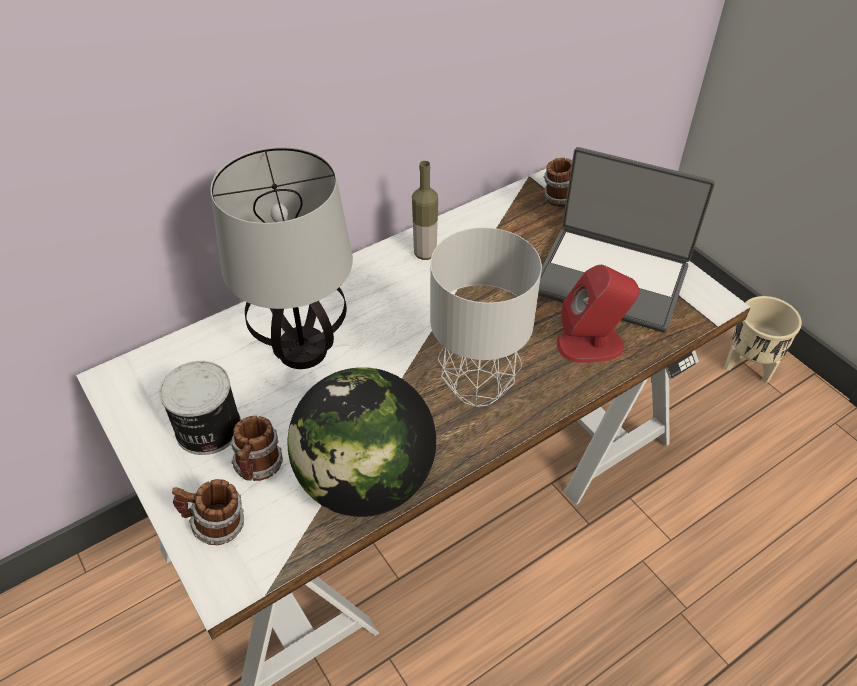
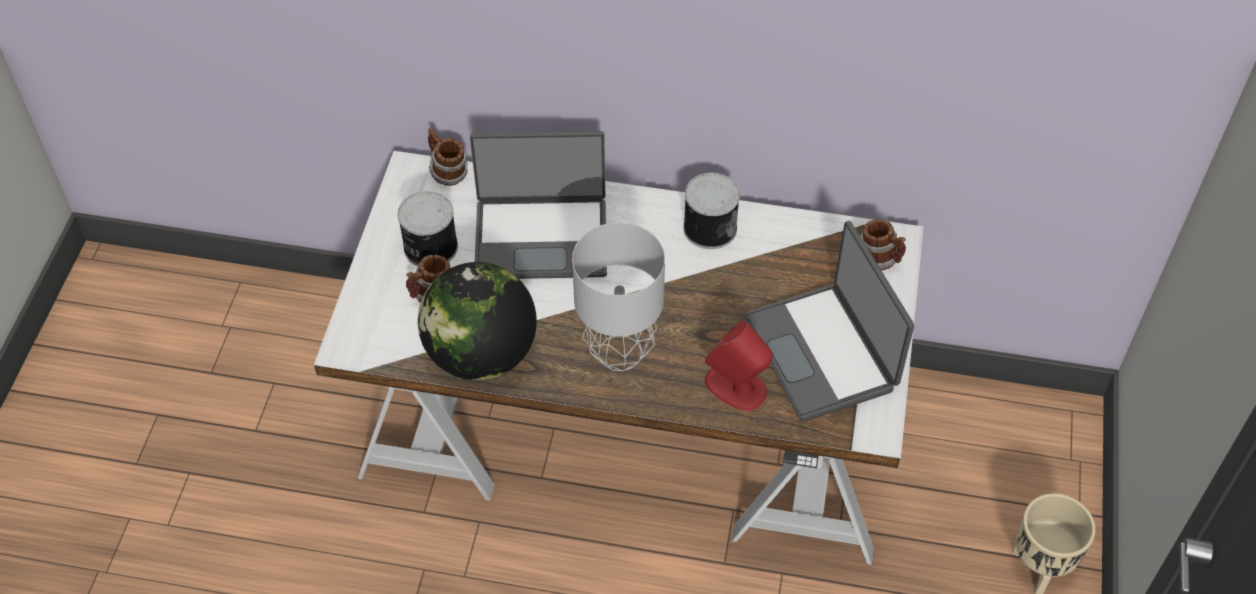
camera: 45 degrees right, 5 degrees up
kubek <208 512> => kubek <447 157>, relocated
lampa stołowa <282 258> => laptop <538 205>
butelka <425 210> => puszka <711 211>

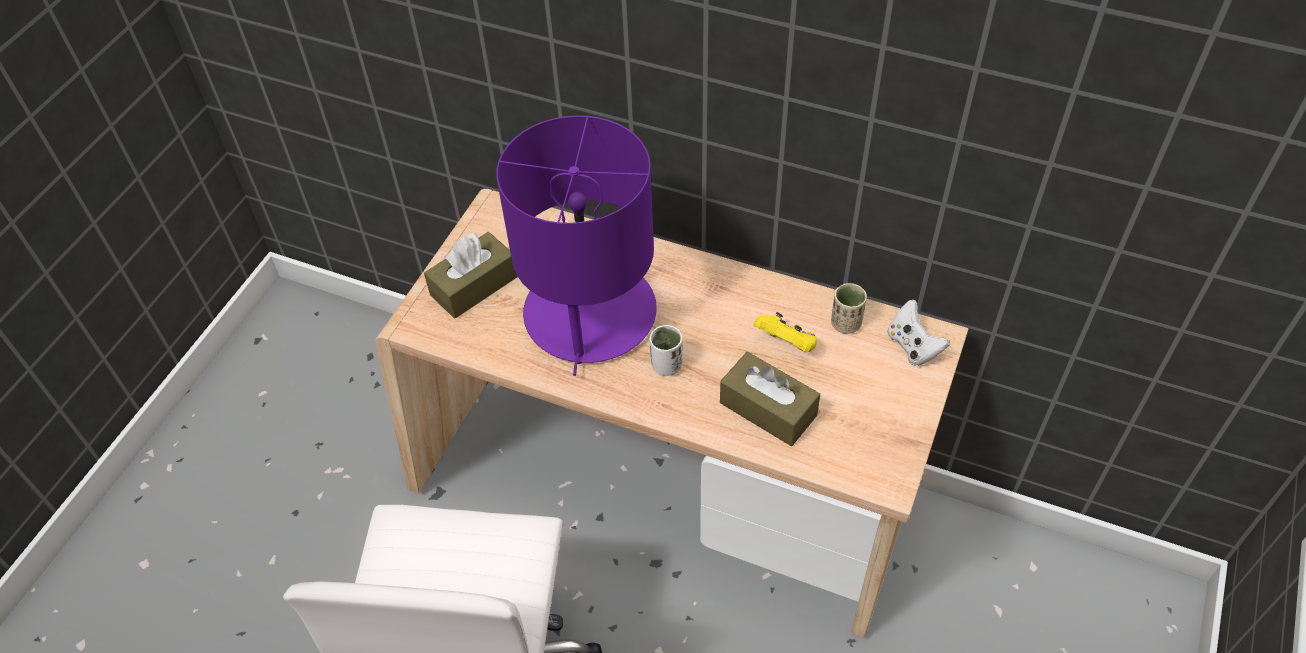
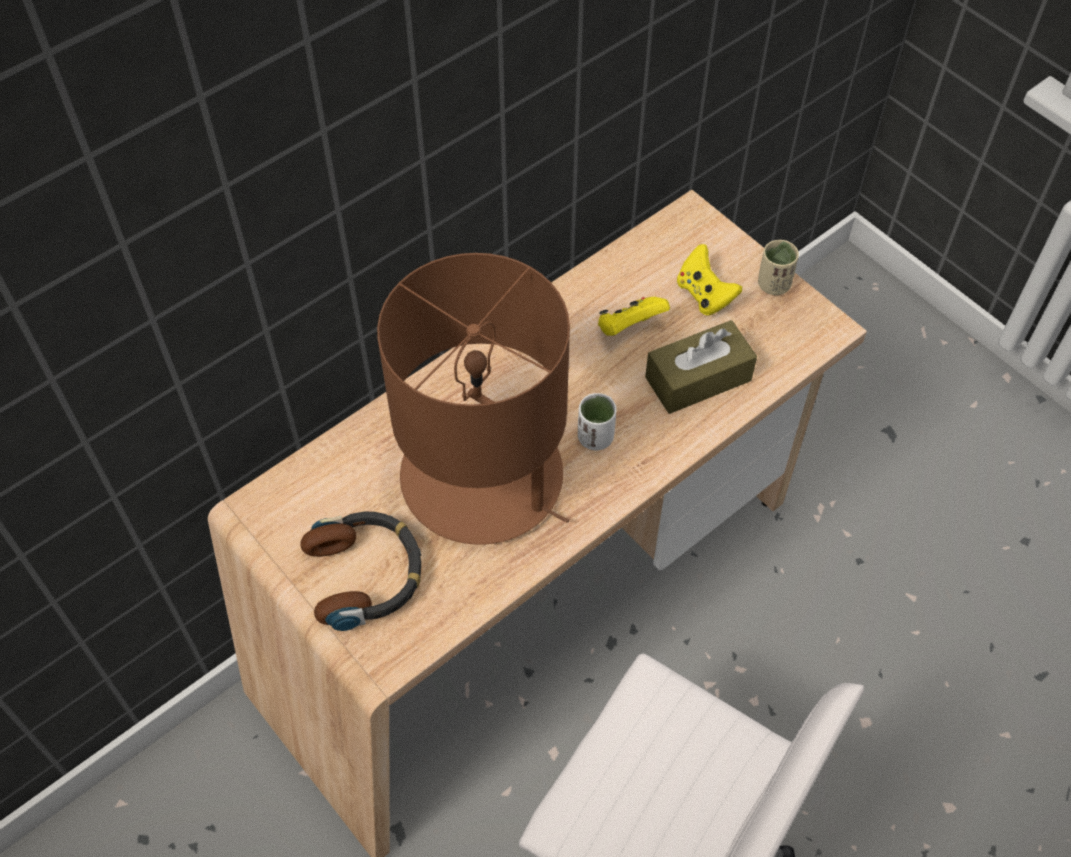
camera: 65 degrees left, 5 degrees up
pad do gier/biały <918 333> => nothing
nothing => pad do gier/żółty <709 280>
filiżanka/beżowy <849 308> => filiżanka/beżowy <778 267>, relocated
pudełko chusteczek/brązowy <471 275> => słuchawki <360 571>
lampa stołowa/fioletowy <576 245> => lampa stołowa/brązowy <473 399>

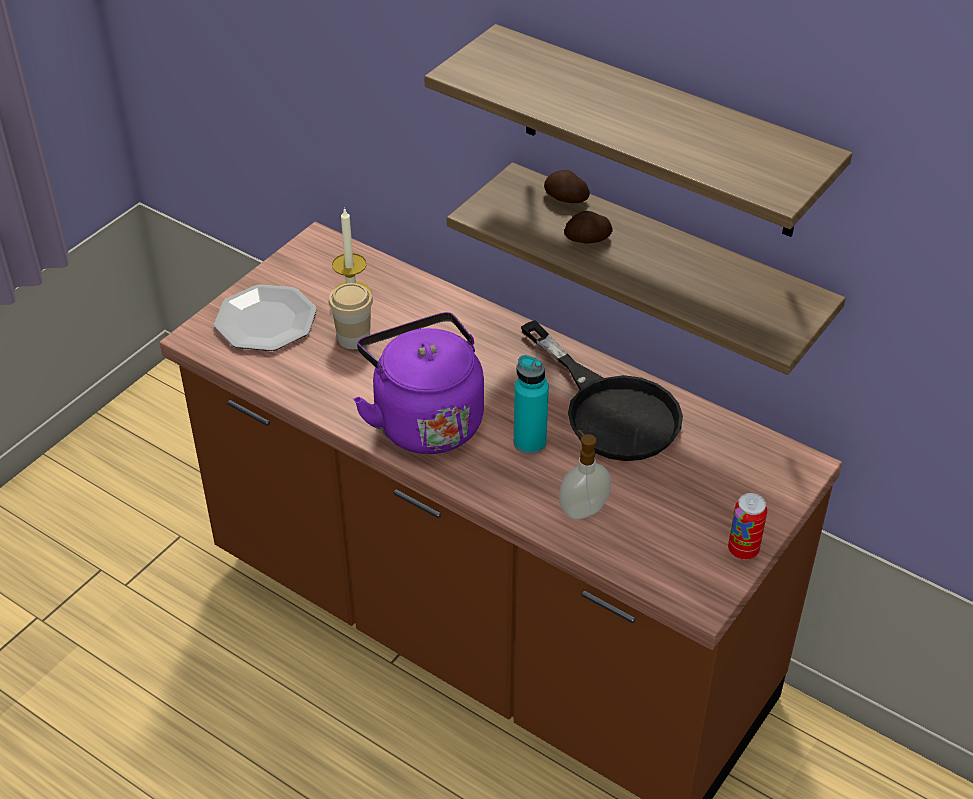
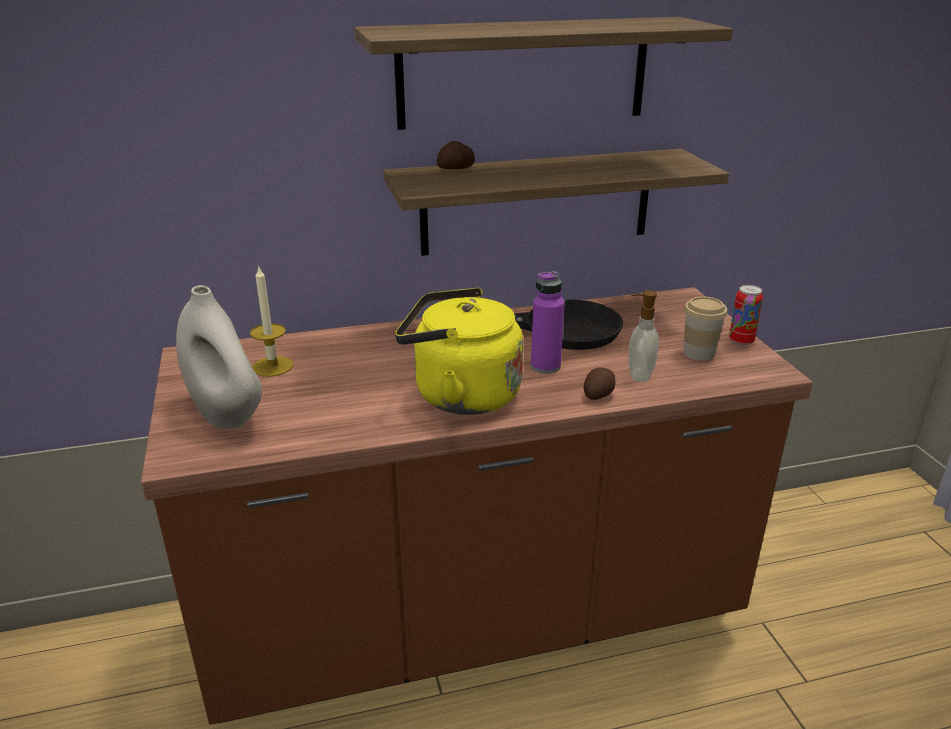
camera: 50 degrees left, 15 degrees down
filiżanka <351 316> => filiżanka <705 329>, relocated
ziemniak <588 227> => ziemniak <600 383>, relocated
talerz <265 317> => wazon/biały <219 357>
czajnik/fioletowy <418 383> => czajnik/żółty <459 351>
butelka/turkusowy <531 405> => butelka/fioletowy <548 322>

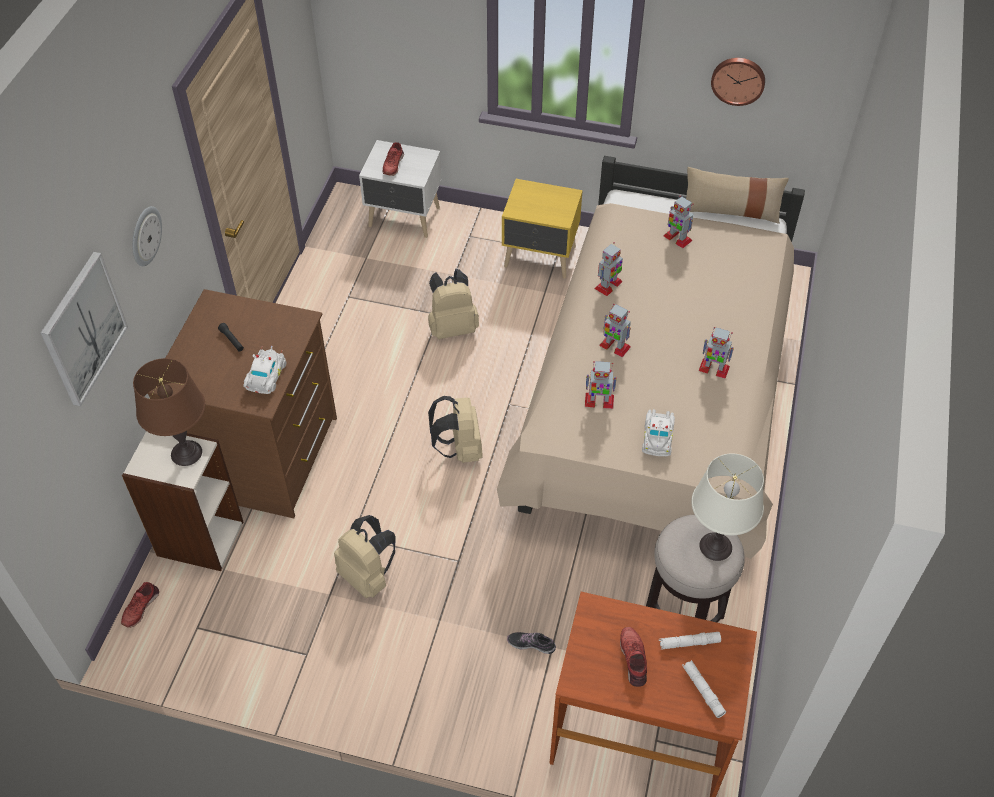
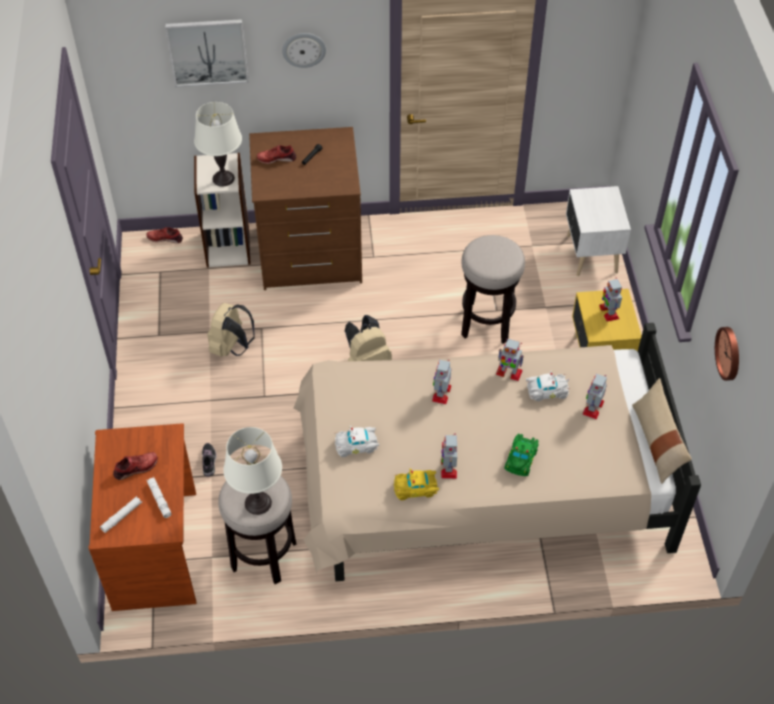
camera: 70 degrees right, 0 degrees up
nothing => samochodzik/żółty <416 484>
nothing => samochodzik/zielony <521 455>
samochodzik/biały <265 370> => samochodzik/biały <547 386>, relocated
but/czerwony <393 159> => but/czerwony <276 154>, relocated
robot zabawkowy <601 385> => robot zabawkowy <610 300>, relocated
plecak/beżowy <453 303> => stołek <493 289>
lampa stołowa/brązowy <169 412> => lampa stołowa/biały <218 144>

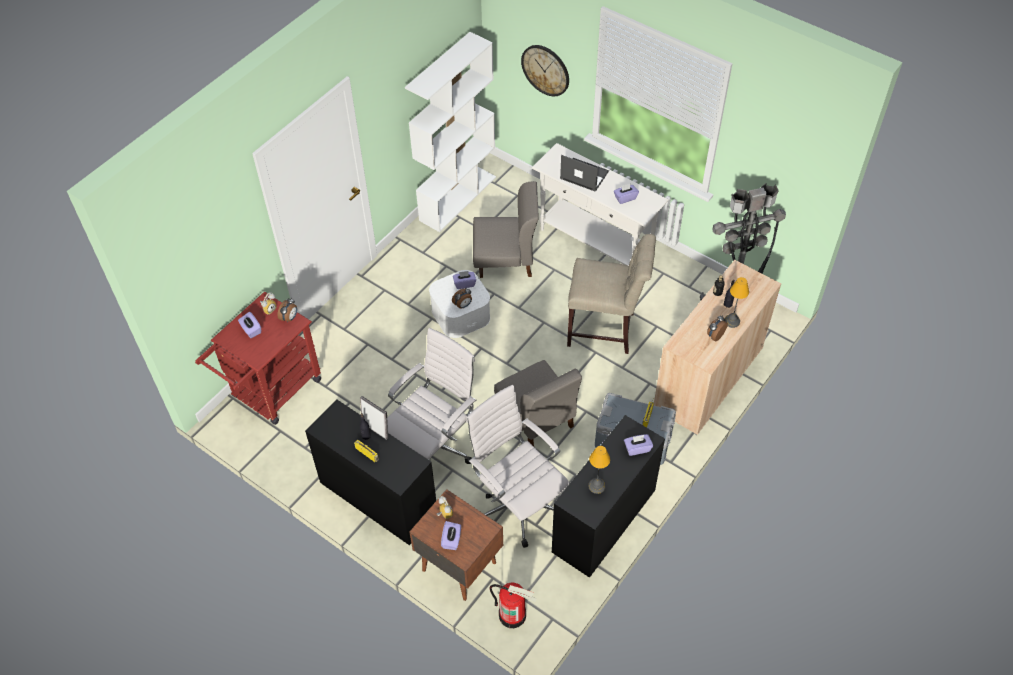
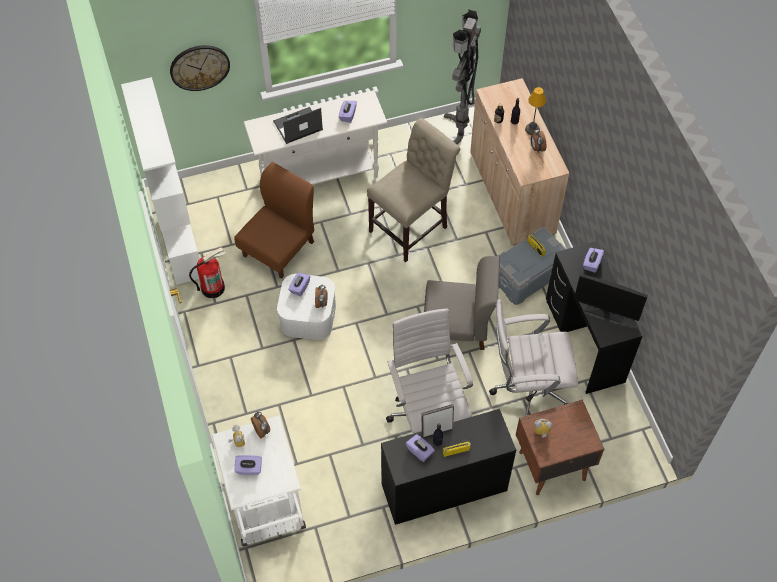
camera: 55 degrees left, 5 degrees up
pudełko chusteczek/fioletowy <451 535> => pudełko chusteczek/fioletowy <420 448>, relocated
gaśnica <513 605> => gaśnica <207 272>, relocated
lampa stołowa <599 470> => monitor <611 298>
wózek/czerwony <258 358> => wózek/biały <259 481>
krzesło/szary <506 229> => krzesło/brązowy <274 220>

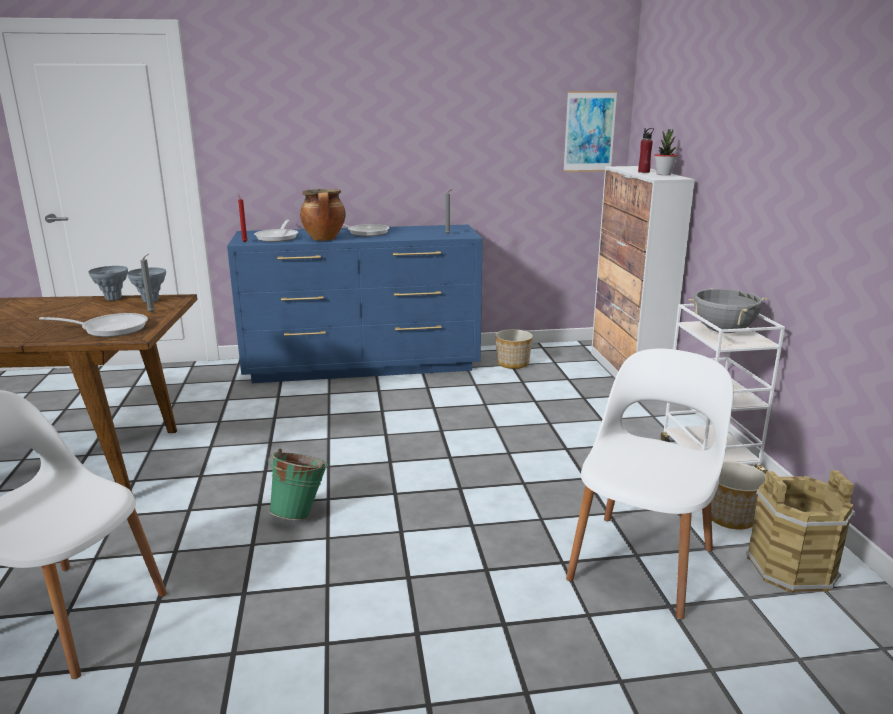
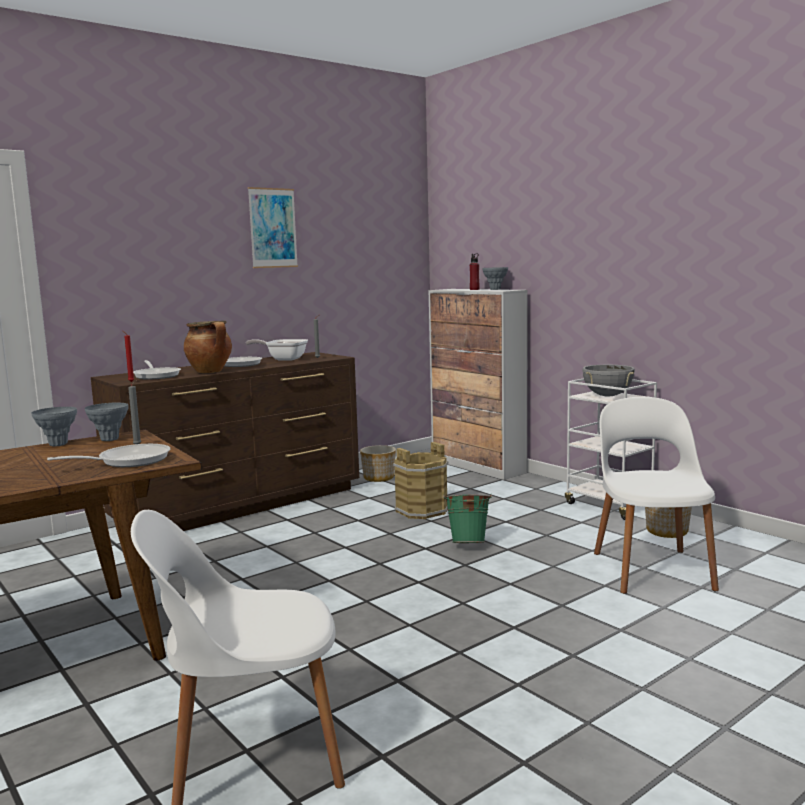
camera: 30 degrees left, 10 degrees down
nothing => patelnia <277 349>
wiadro/zielony <298 484> => wiadro/zielony <467 519>, relocated
obraz <590 131> => obraz <273 227>, relocated
wiadro/brązowy <801 531> => wiadro/brązowy <421 480>, relocated
roślina doniczkowa <666 152> => wazon/szary <495 278>
komoda/niebieski <355 304> => komoda/brązowy <225 441>

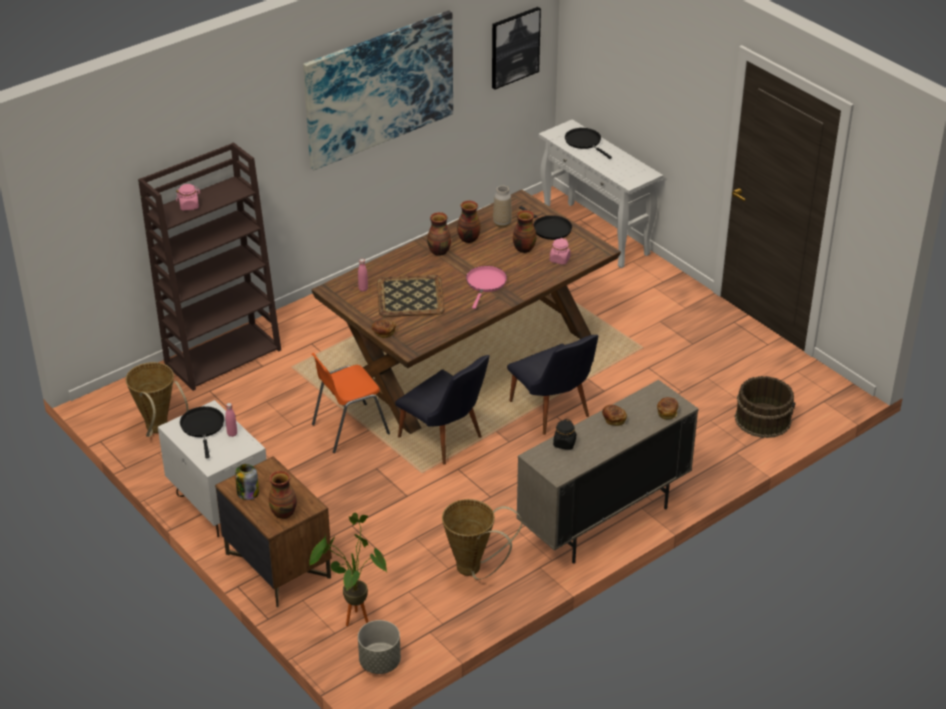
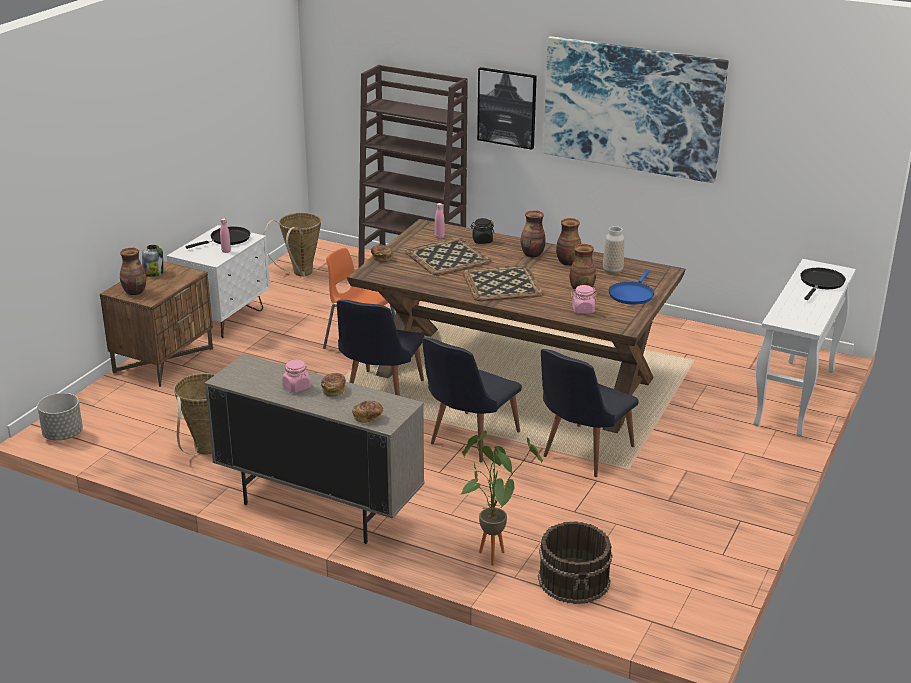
camera: 65 degrees right, 10 degrees down
nothing => krzesło/czarny <590 413>
słoik/różowy <188 197> => słoik/różowy <296 376>, relocated
roślina doniczkowa <348 569> => roślina doniczkowa <501 498>, relocated
obraz <516 48> => obraz <507 108>, relocated
słoik/czarny <564 434> => słoik/czarny <482 231>, relocated
patelnia/różowy <486 287> => taca <503 283>
patelnia/czarny <545 223> => patelnia/niebieski <631 287>

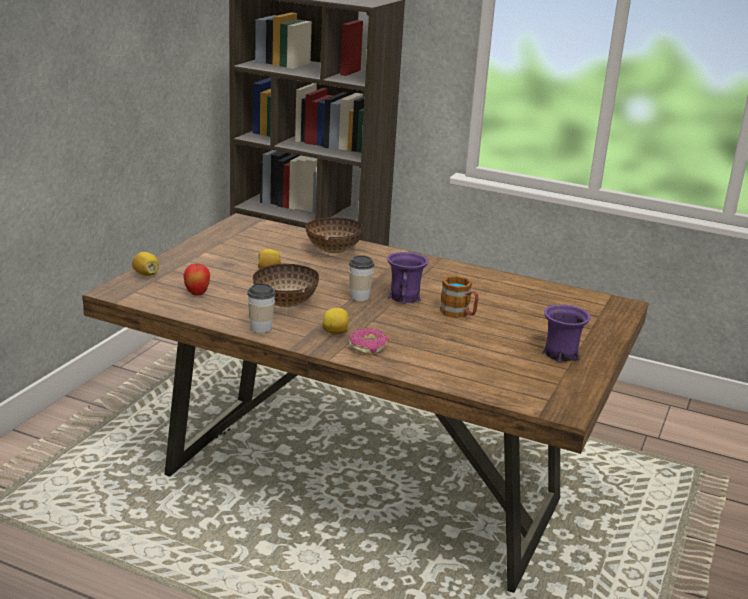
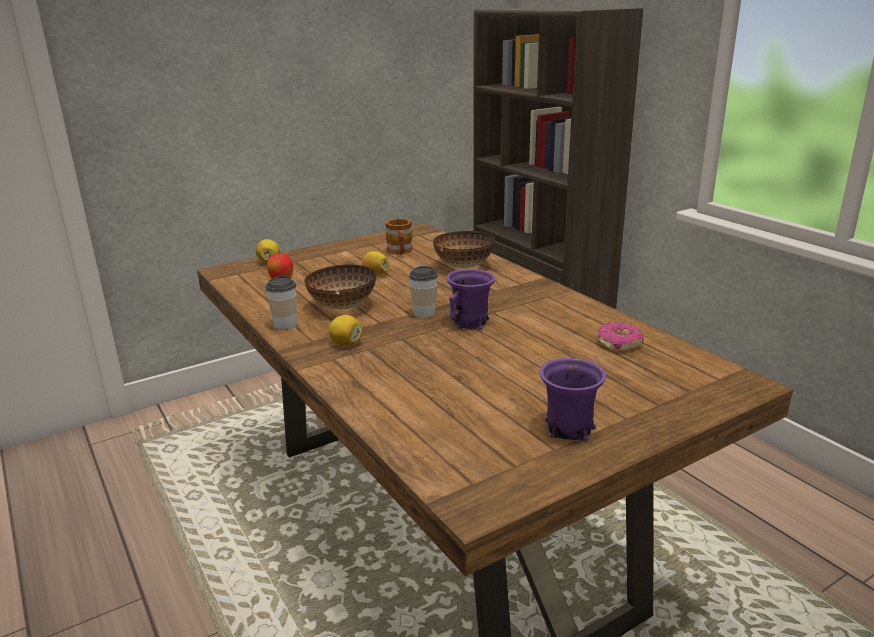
camera: 35 degrees right, 0 degrees up
donut <369 341> => donut <621 336>, relocated
kubek <459 297> => kubek <399 237>, relocated

